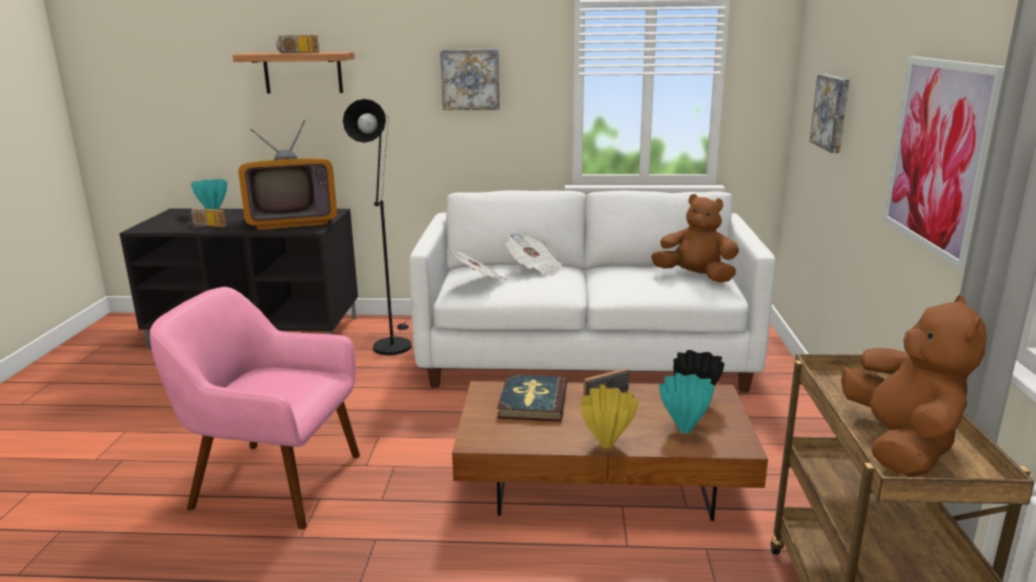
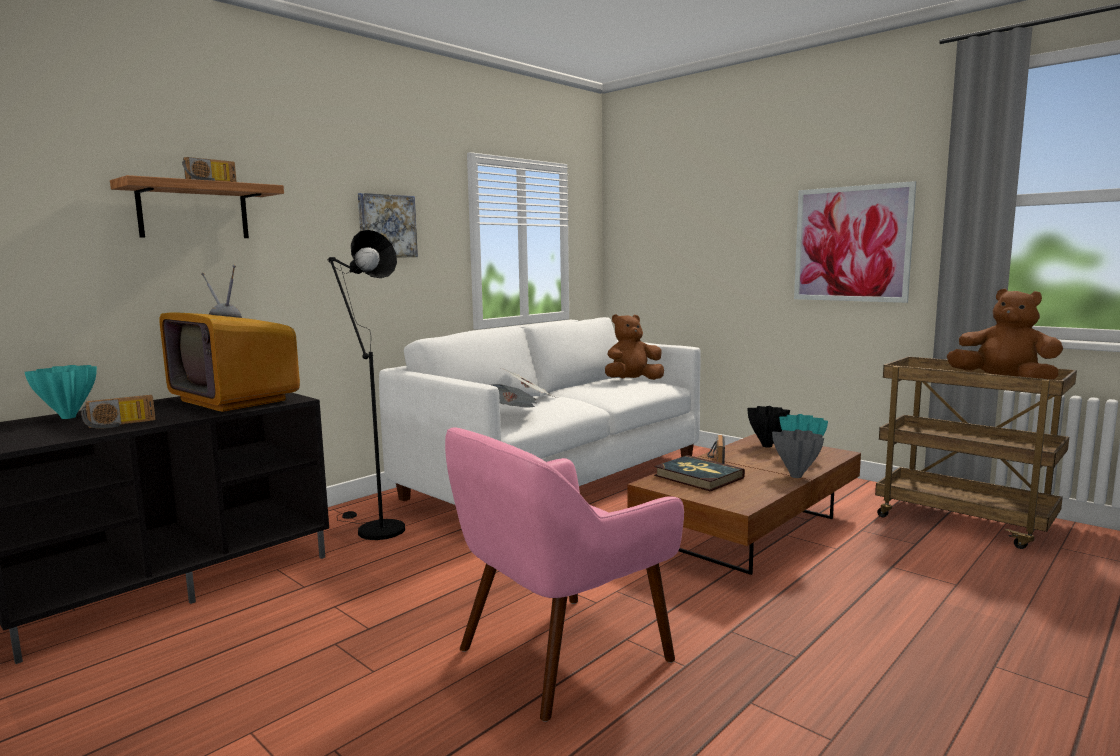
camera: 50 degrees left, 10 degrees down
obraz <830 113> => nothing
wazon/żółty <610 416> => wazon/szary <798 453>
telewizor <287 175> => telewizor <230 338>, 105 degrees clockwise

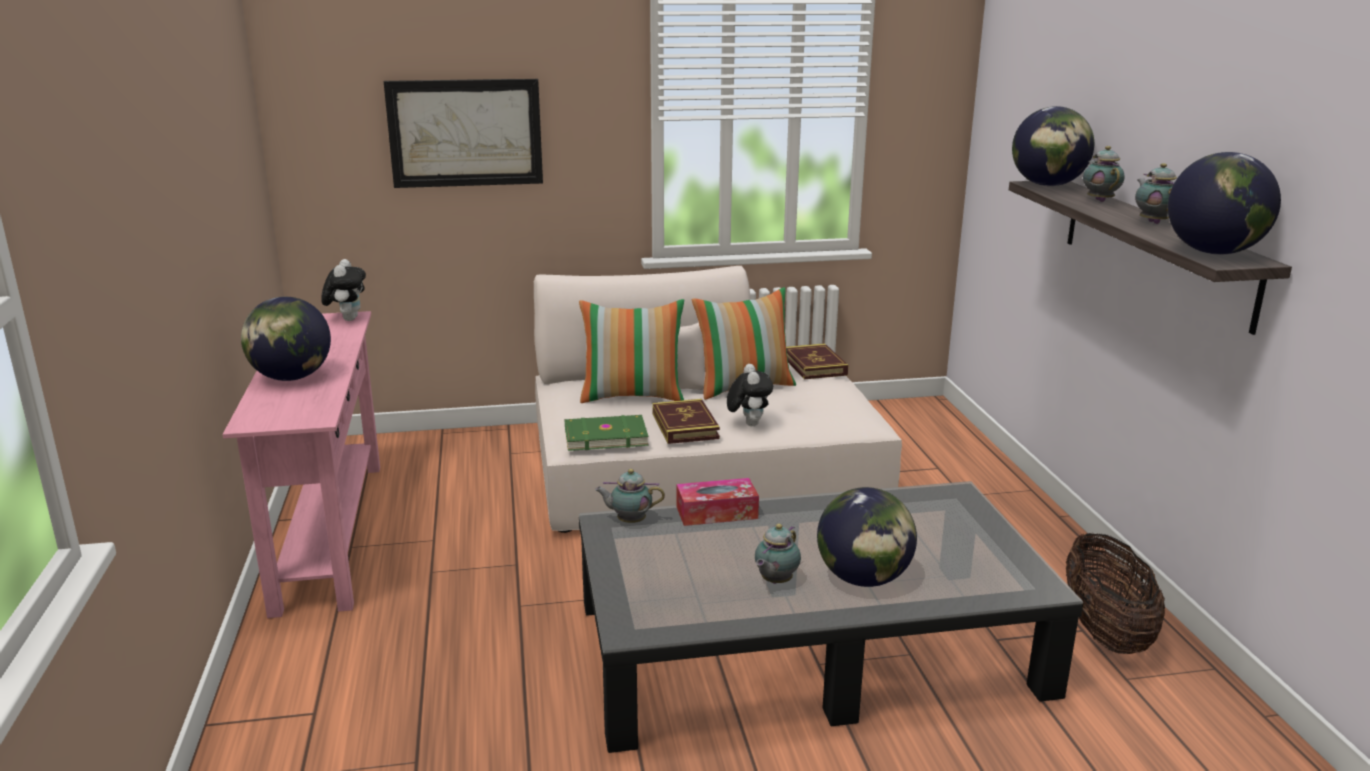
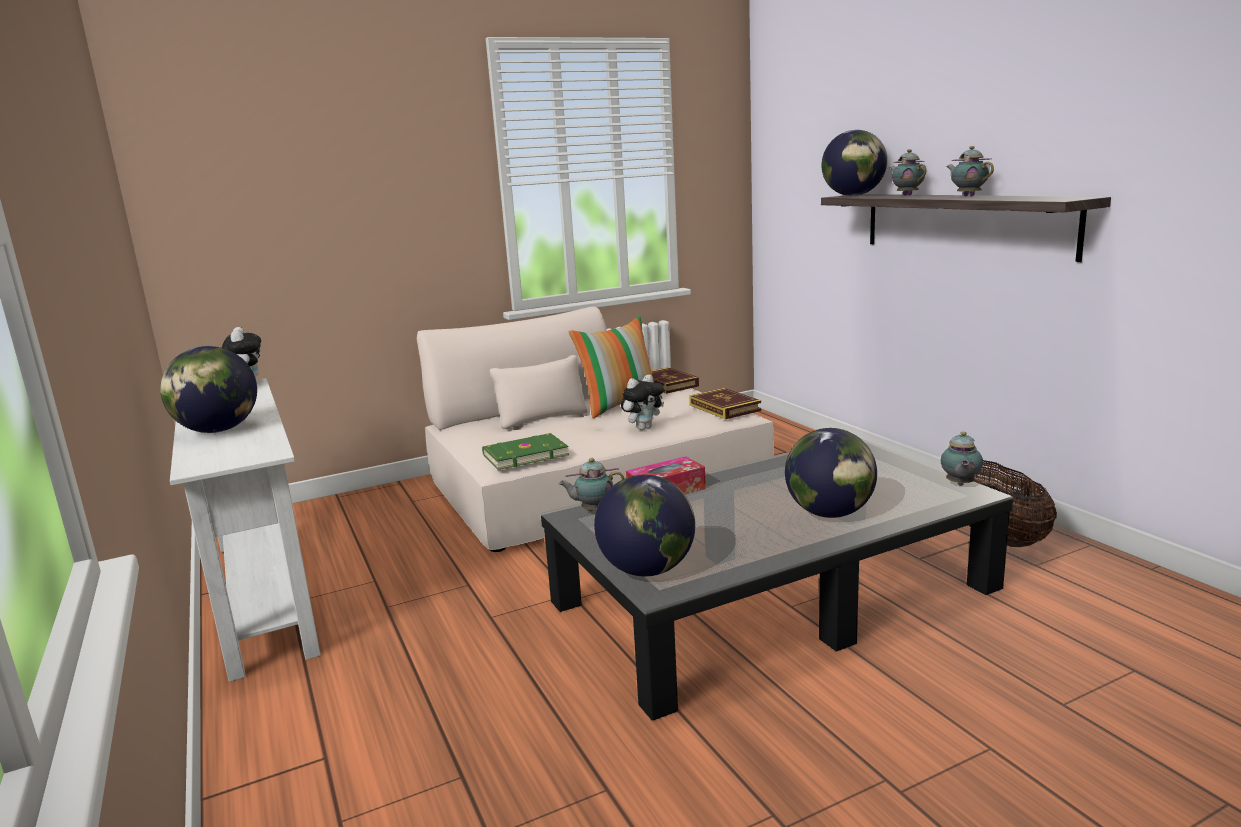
camera: 15 degrees left, 5 degrees down
obraz <463 133> => nothing
poduszka <631 351> => nothing
książka <686 421> => książka <725 403>, relocated
imbryk <778 554> => imbryk <962 458>, relocated
globus <1224 203> => globus <644 525>, relocated
stolik konsolowy/różowy <301 464> => stolik konsolowy/biały <245 530>
pluszak <750 395> => pluszak <642 402>, 75 degrees clockwise

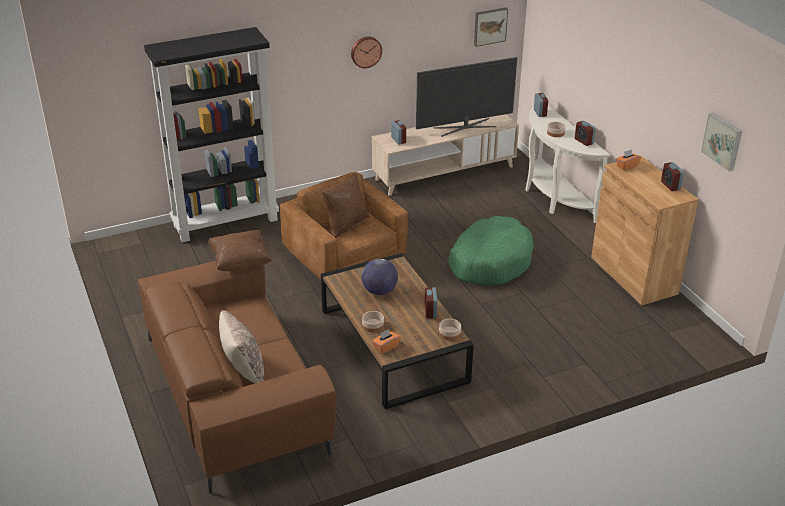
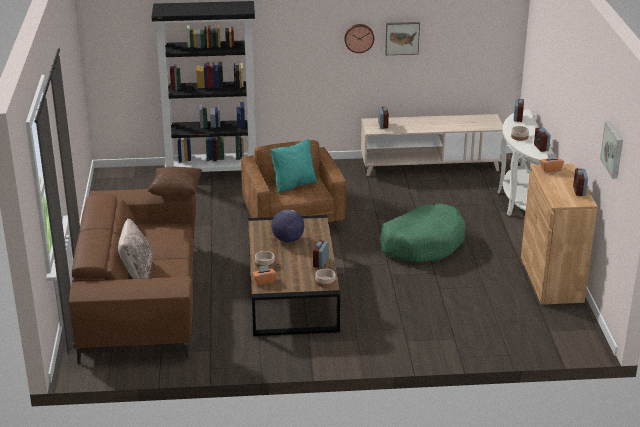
camera: 20 degrees right, 5 degrees down
telewizor <466 97> => nothing
obraz <491 27> => obraz <402 38>, relocated
poduszka/brązowy <345 205> => poduszka/turkusowy <294 166>

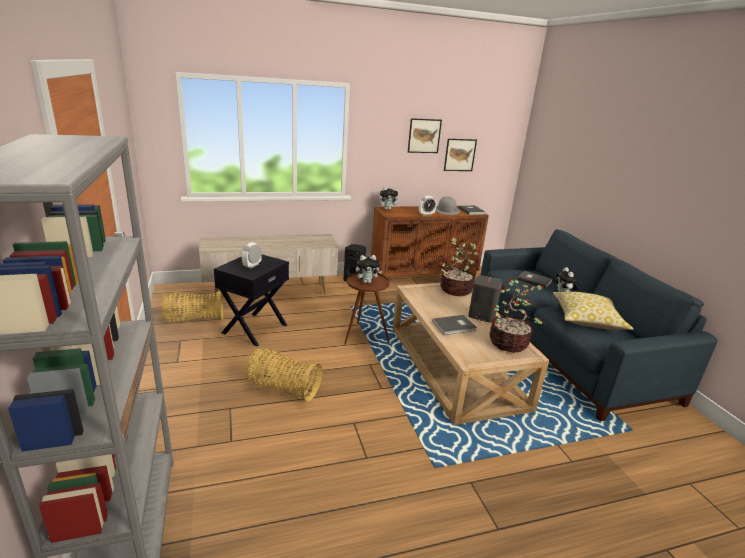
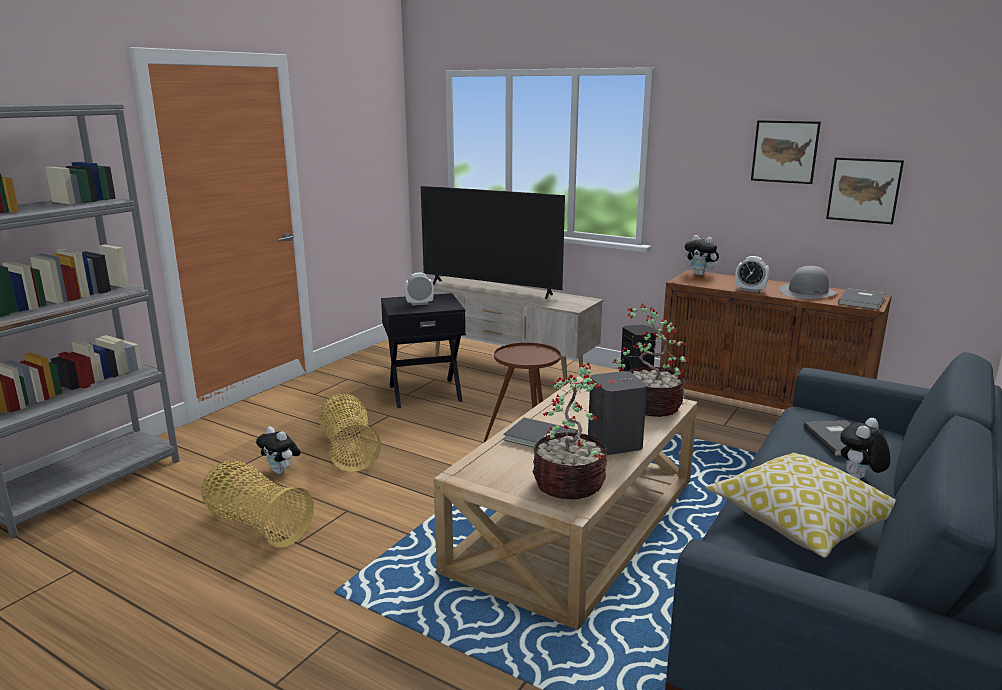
camera: 50 degrees right, 5 degrees down
nothing => telewizor <493 242>
koszyk <192 306> => koszyk <257 504>, relocated
pluszak <369 269> => pluszak <278 450>, relocated

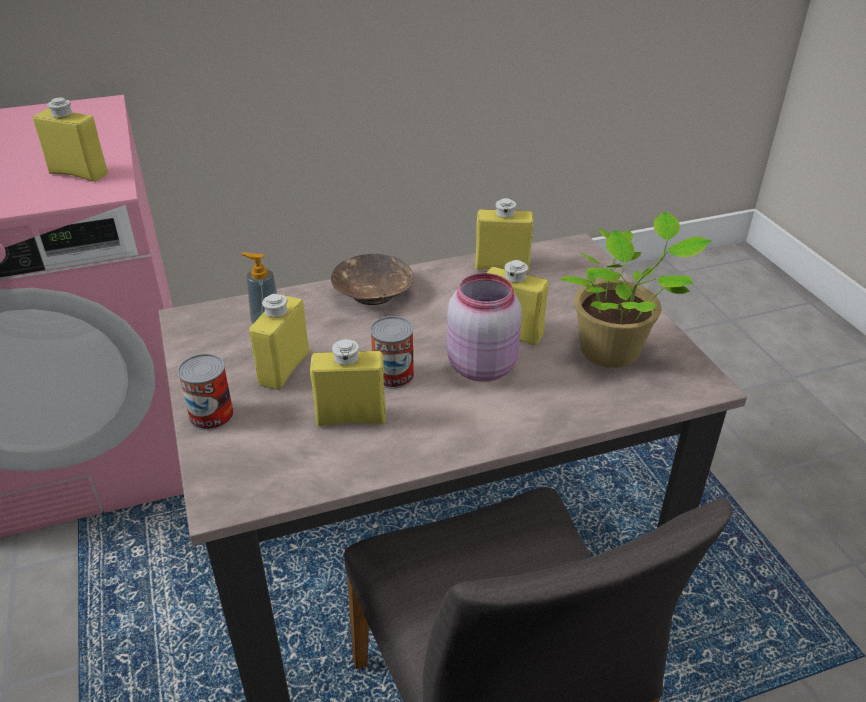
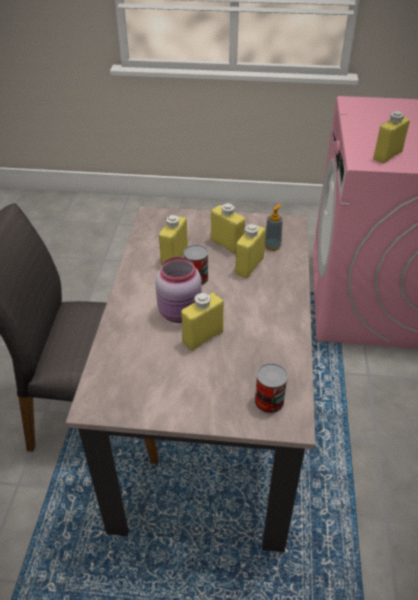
camera: 115 degrees right, 5 degrees up
miska/brązowy <372 279> => nothing
roślina doniczkowa <635 289> => nothing
puszka <205 392> => puszka <271 388>, relocated
butelka/żółty <504 235> => butelka/żółty <250 251>, relocated

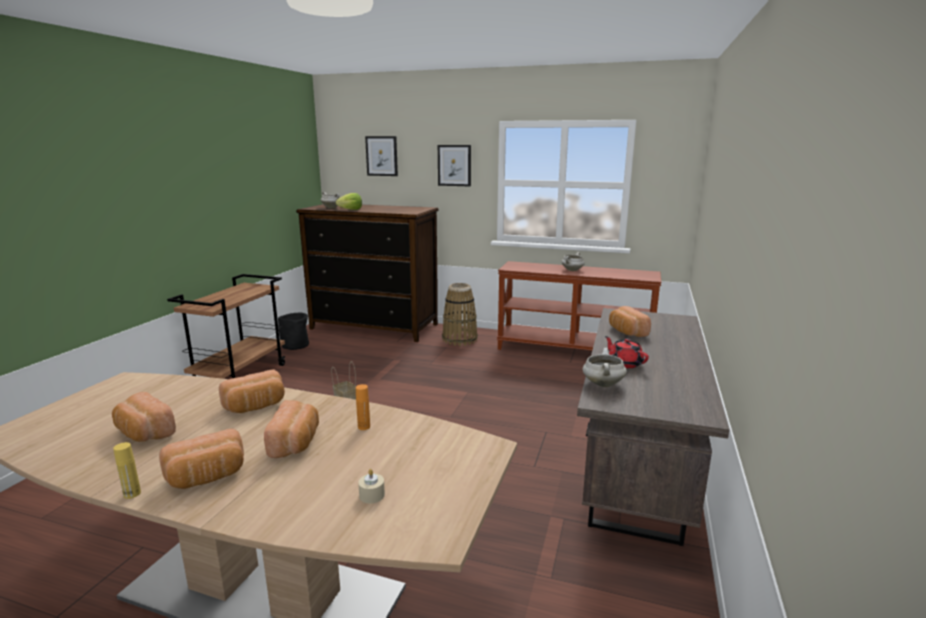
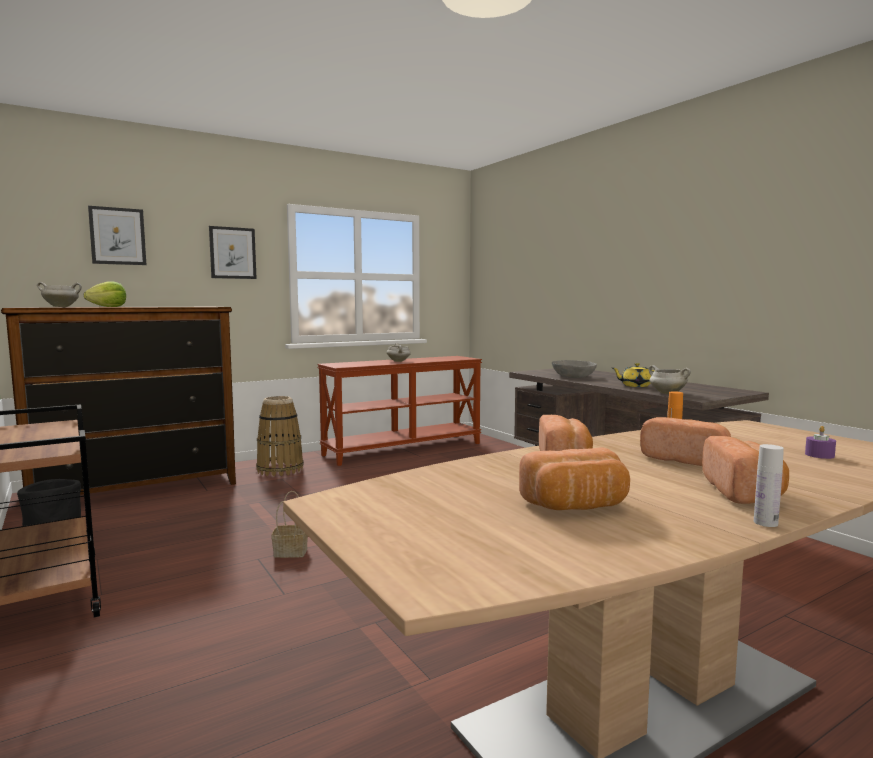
camera: 50 degrees left, 10 degrees down
chleb <630 321> => miska/szary <574 369>
butelka/żółty <127 470> => butelka/biały <769 485>
świeca/beżowy <371 486> => świeca/fioletowy <820 442>
imbryk/czerwony <627 352> => imbryk/żółty <634 375>

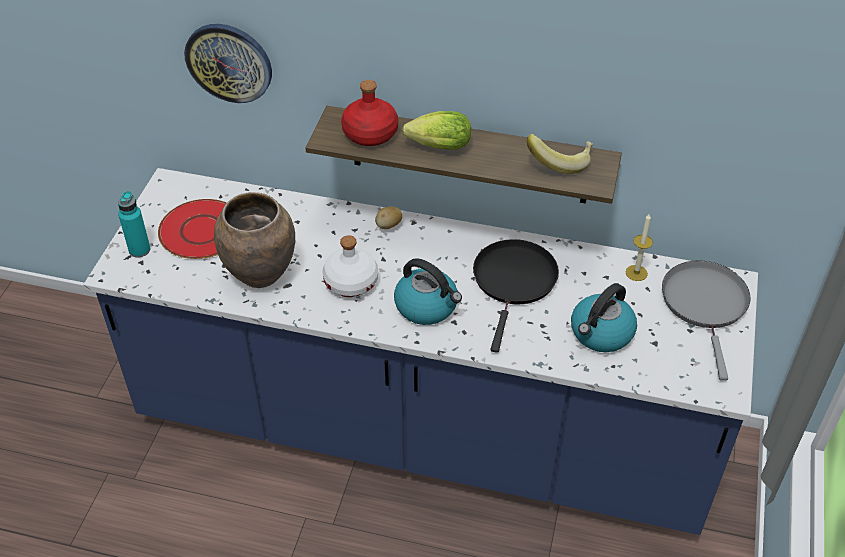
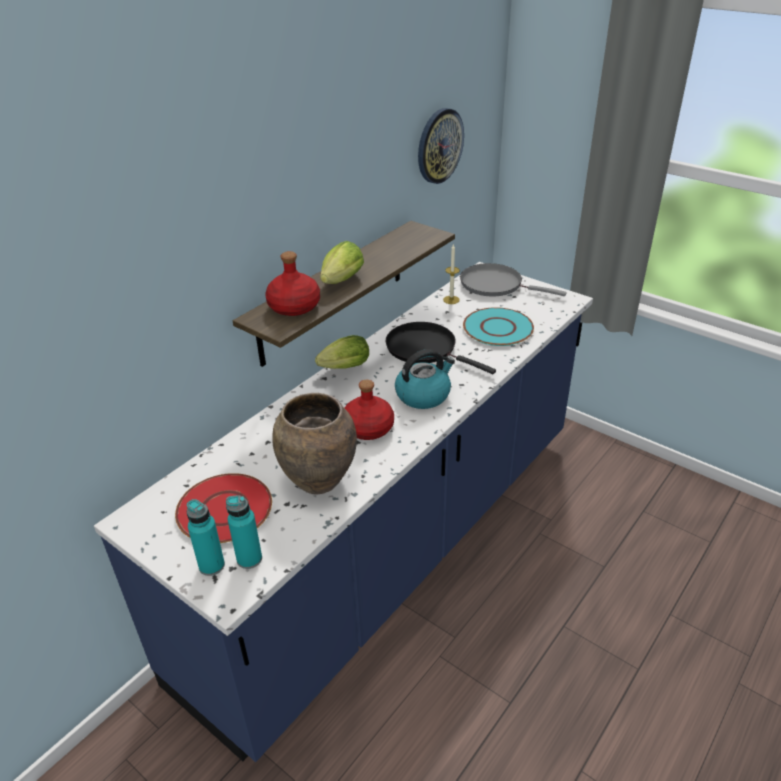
camera: 65 degrees left, 10 degrees down
ziemniak <388 218> => nothing
banan <560 154> => nothing
nothing => butelka/turkusowy <244 532>
nothing => sałata <342 352>
zegar ścienny <228 63> => zegar ścienny <441 146>, relocated
czajnik <604 317> => talerz/turkusowy <498 326>
butelka/biały <350 266> => butelka/czerwony <369 410>

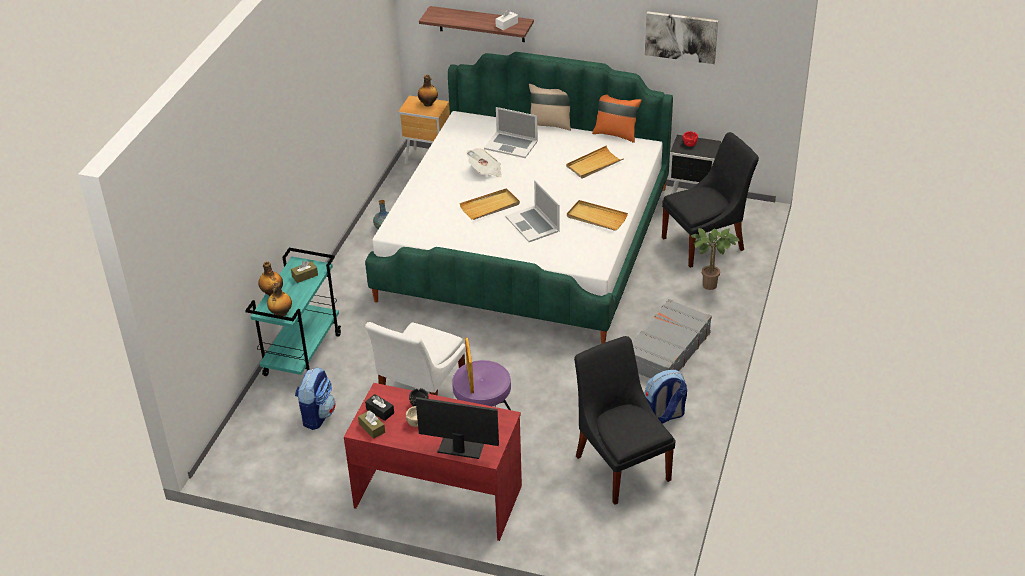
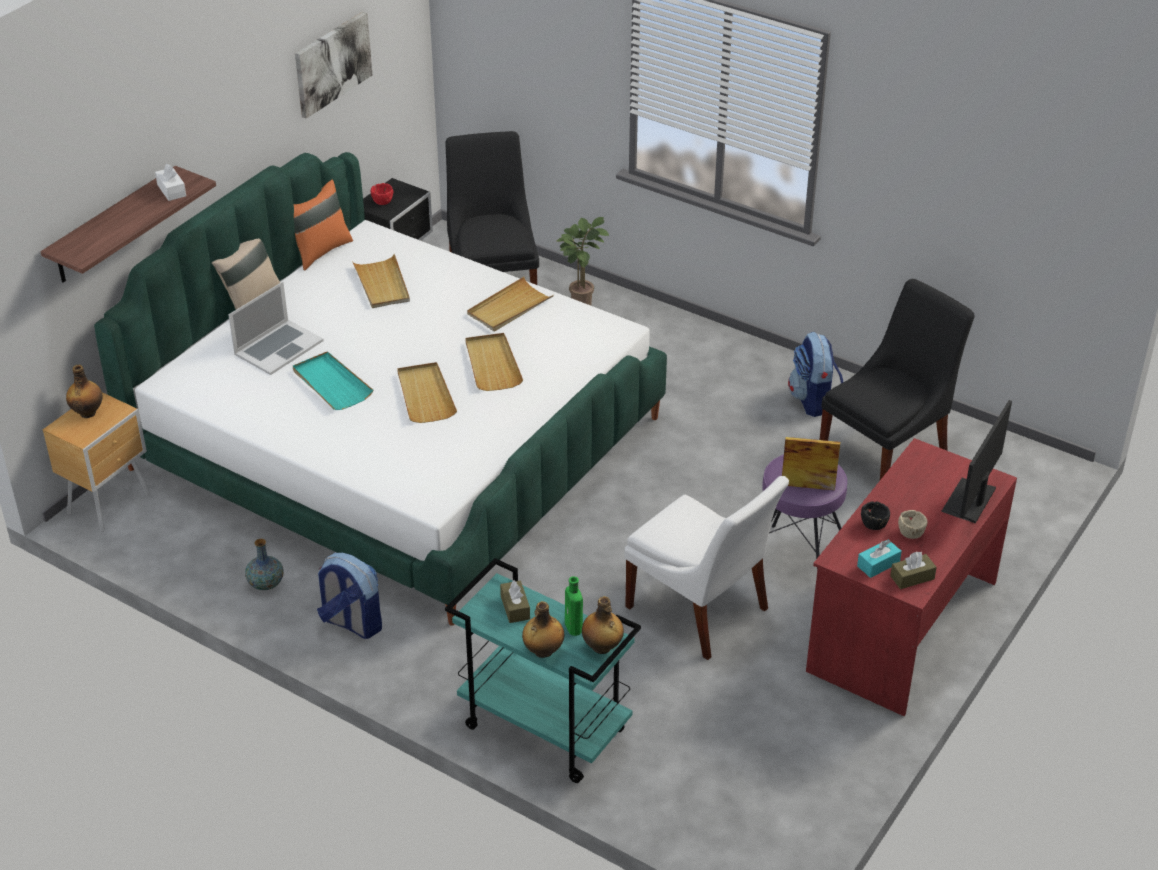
camera: 75 degrees left, 0 degrees up
walizka/szary <672 338> => nothing
nothing => butelka/zielony <574 606>
plecak <315 398> => plecak <349 596>, relocated
gazeta <484 162> => taca/turkusowy <333 380>
laptop <532 211> => taca/beżowy <494 362>
pudełko chusteczek/czarny <379 407> => pudełko chusteczek/turkusowy <879 559>
krzesło/czarny <624 420> => krzesło/czarny <897 379>, 150 degrees clockwise

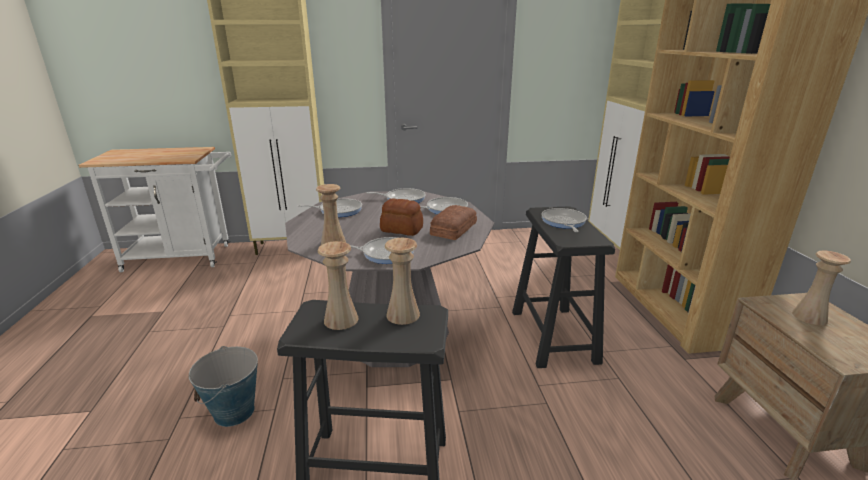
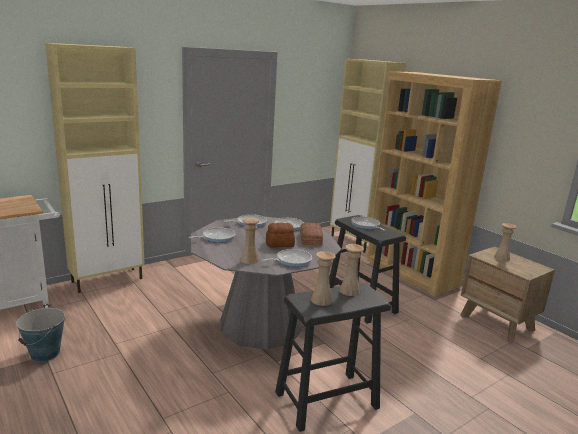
camera: 30 degrees left, 5 degrees down
wiadro <223 386> => wiadro <40 335>, relocated

